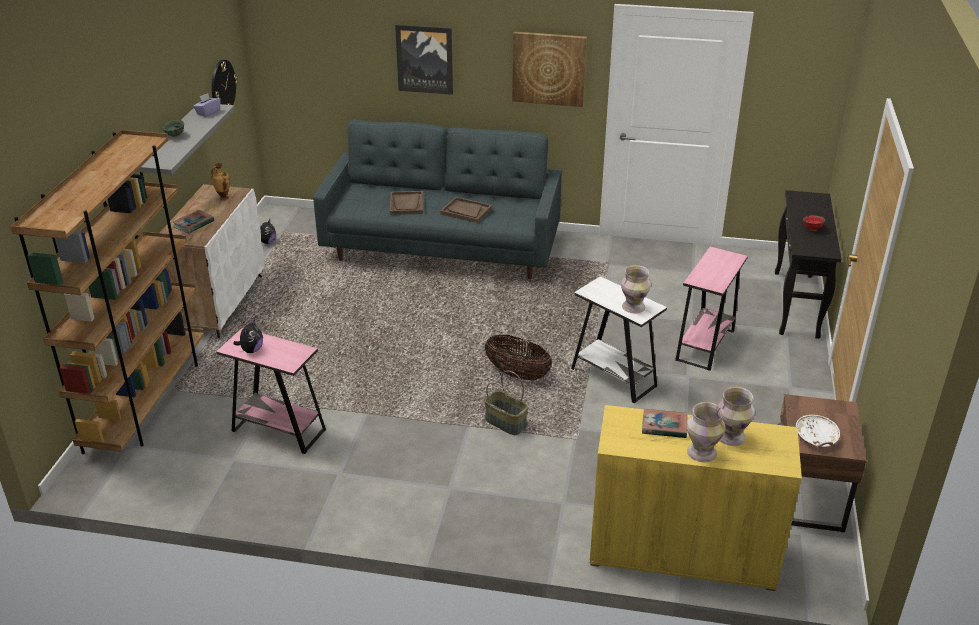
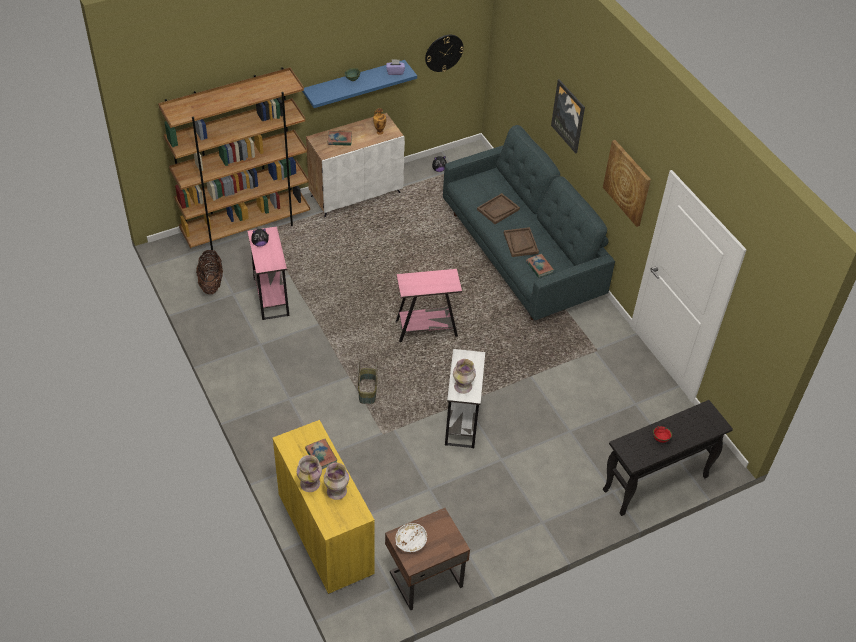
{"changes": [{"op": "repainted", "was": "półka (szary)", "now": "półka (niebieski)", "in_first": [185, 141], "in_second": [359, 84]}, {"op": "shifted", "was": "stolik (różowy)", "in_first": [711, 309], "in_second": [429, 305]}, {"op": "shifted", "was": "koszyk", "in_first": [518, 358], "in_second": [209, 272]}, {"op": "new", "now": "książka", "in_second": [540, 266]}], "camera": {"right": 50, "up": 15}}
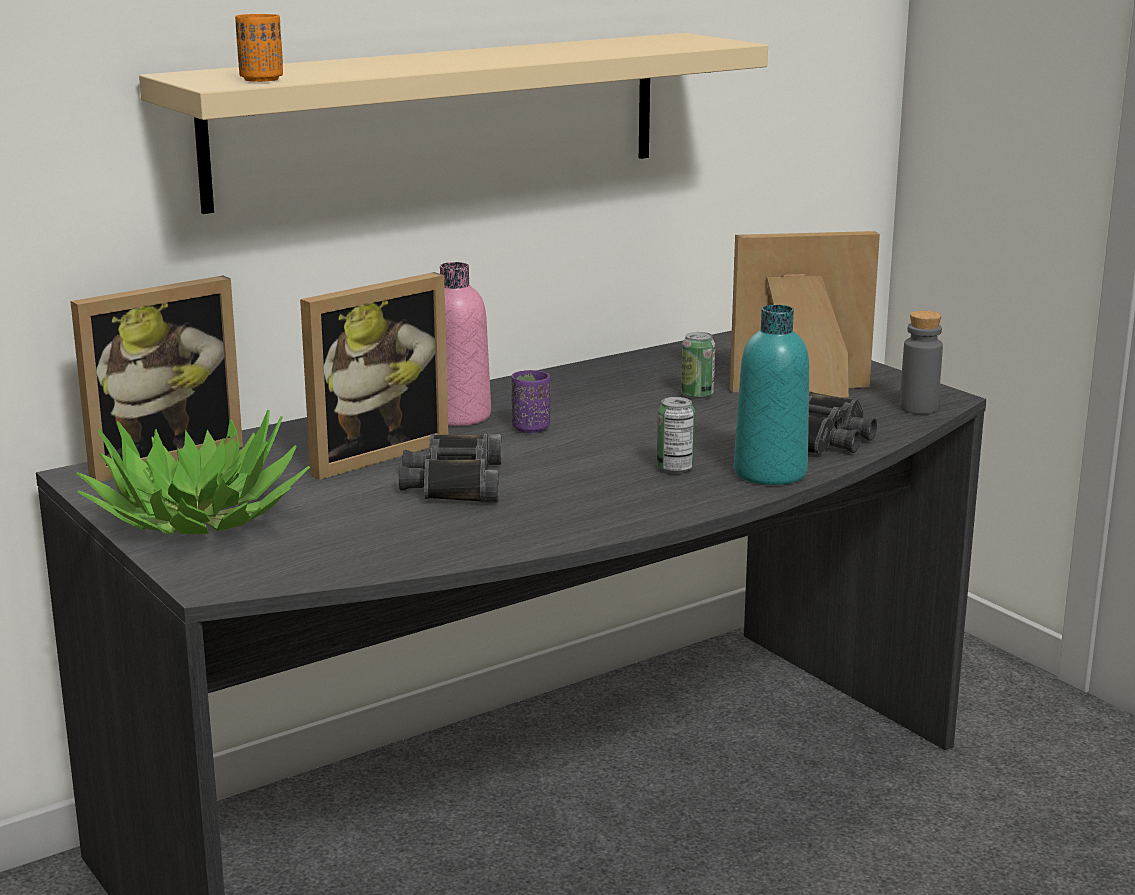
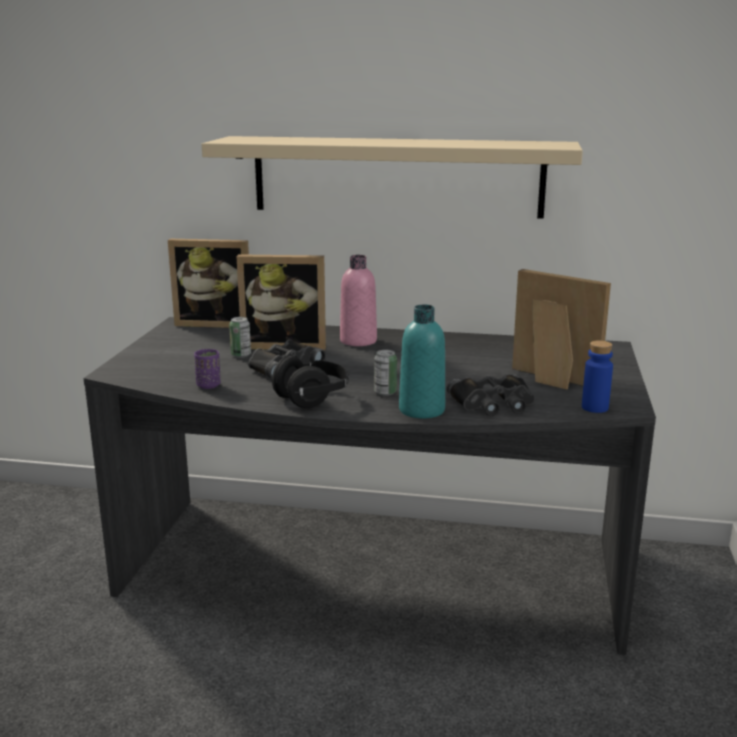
{"changes": [{"op": "gone", "was": "filiżanka (pomarańczowy)", "in_first": [259, 48]}, {"op": "repainted", "was": "butelka (szary)", "now": "butelka (niebieski)", "in_first": [921, 362], "in_second": [597, 376]}, {"op": "shifted", "was": "puszka", "in_first": [698, 365], "in_second": [240, 337]}, {"op": "shifted", "was": "filiżanka (fioletowy)", "in_first": [530, 401], "in_second": [207, 369]}, {"op": "gone", "was": "roślina doniczkowa", "in_first": [193, 472]}, {"op": "new", "now": "słuchawki (czarny)", "in_second": [310, 382]}], "camera": {"right": 45, "up": 0}}
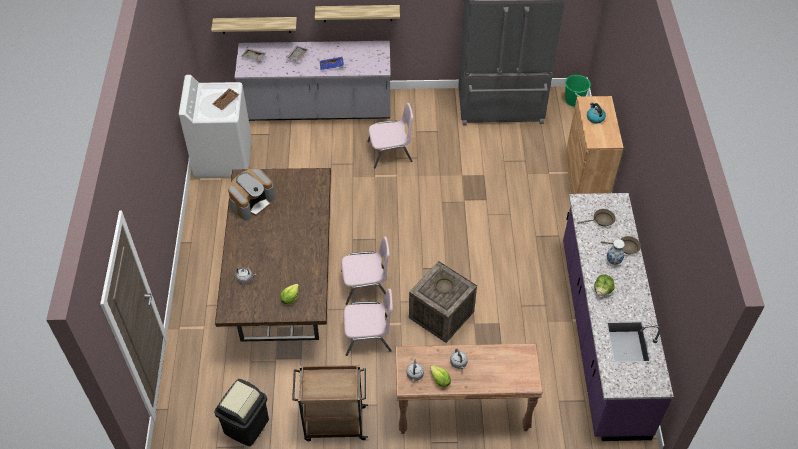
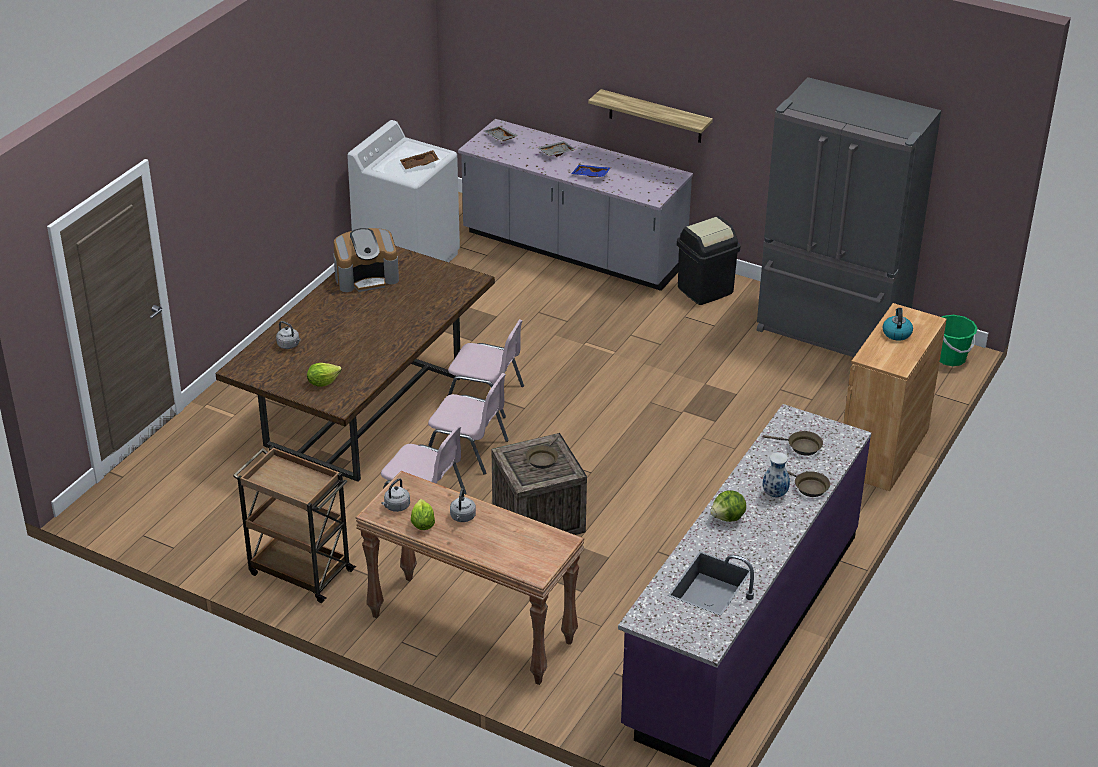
{"changes": [{"op": "gone", "was": "półka", "in_first": [254, 25]}, {"op": "shifted", "was": "krzesło (różowy)", "in_first": [390, 135], "in_second": [486, 368]}, {"op": "shifted", "was": "kosz na śmieci (czarny)", "in_first": [241, 413], "in_second": [709, 260]}], "camera": {"right": 30, "up": -15}}
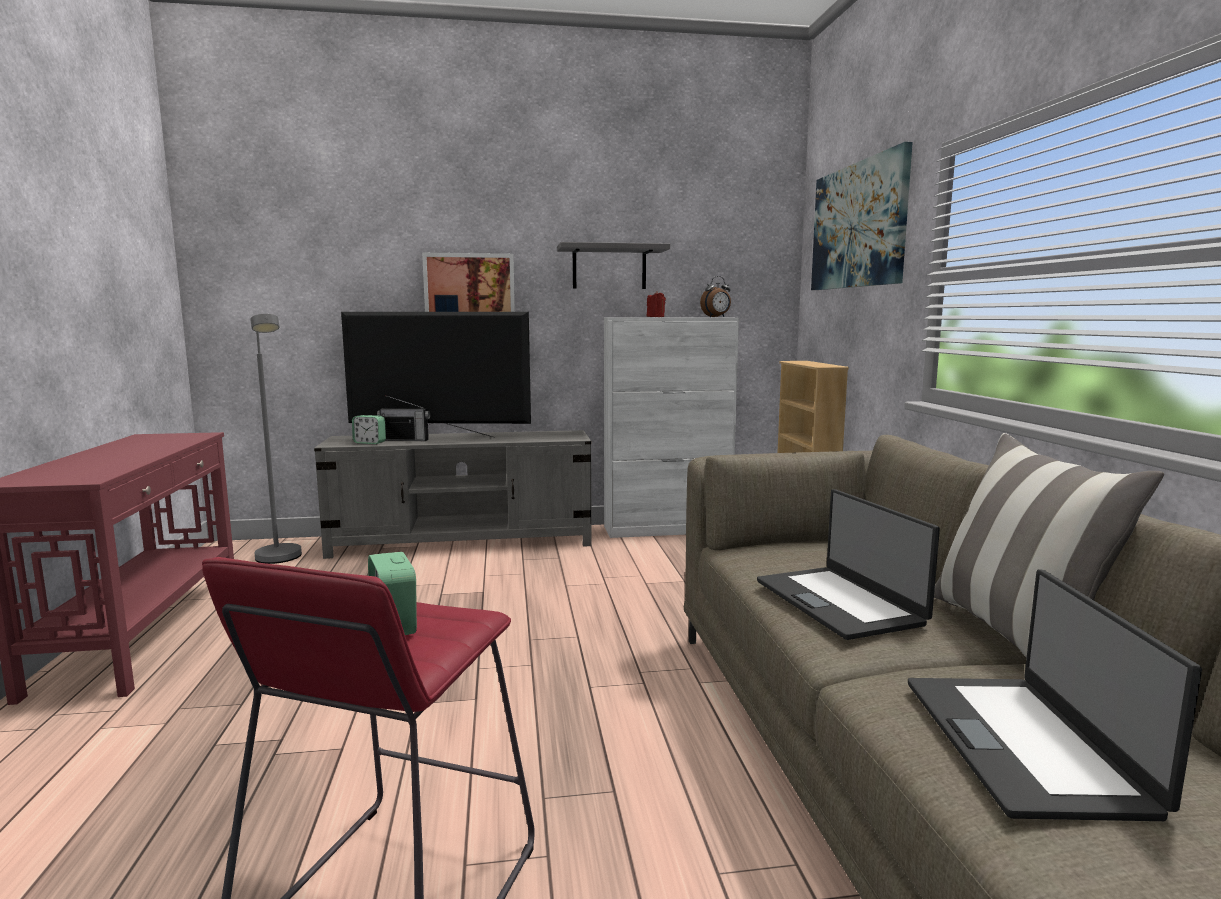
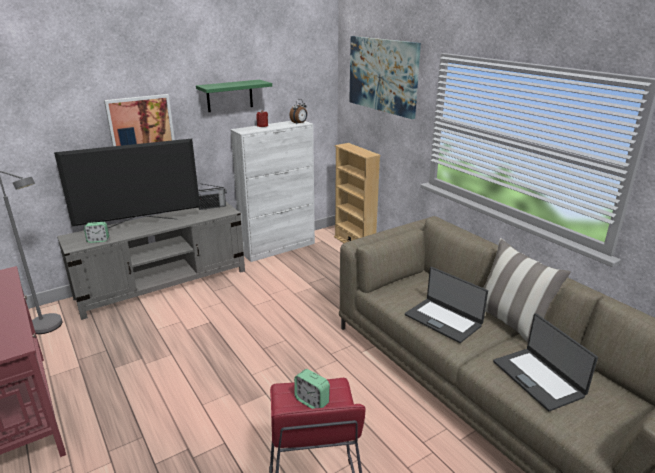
{"changes": [{"op": "repainted", "was": "półka (szary)", "now": "półka (zielony)", "in_first": [613, 265], "in_second": [234, 96]}, {"op": "shifted", "was": "radio", "in_first": [403, 418], "in_second": [212, 196]}], "camera": {"right": -25, "up": 15}}
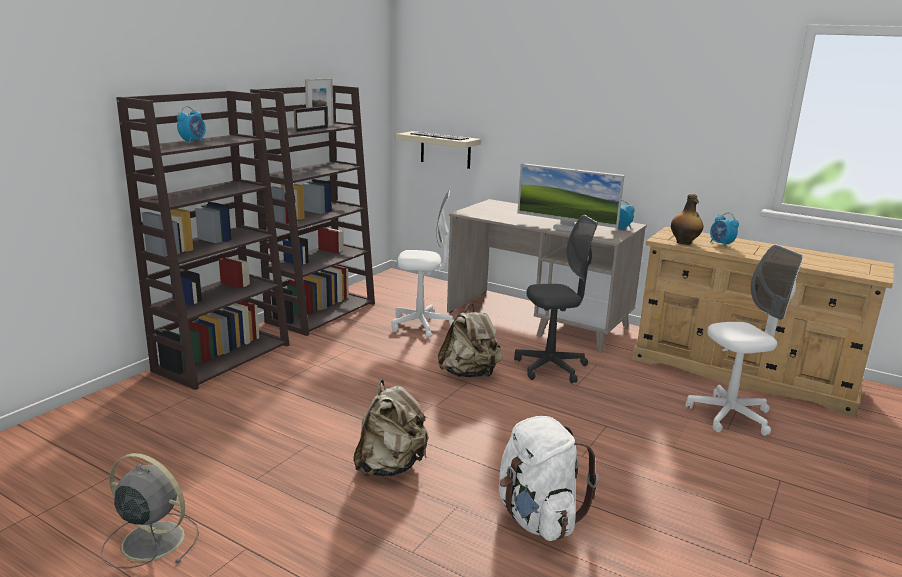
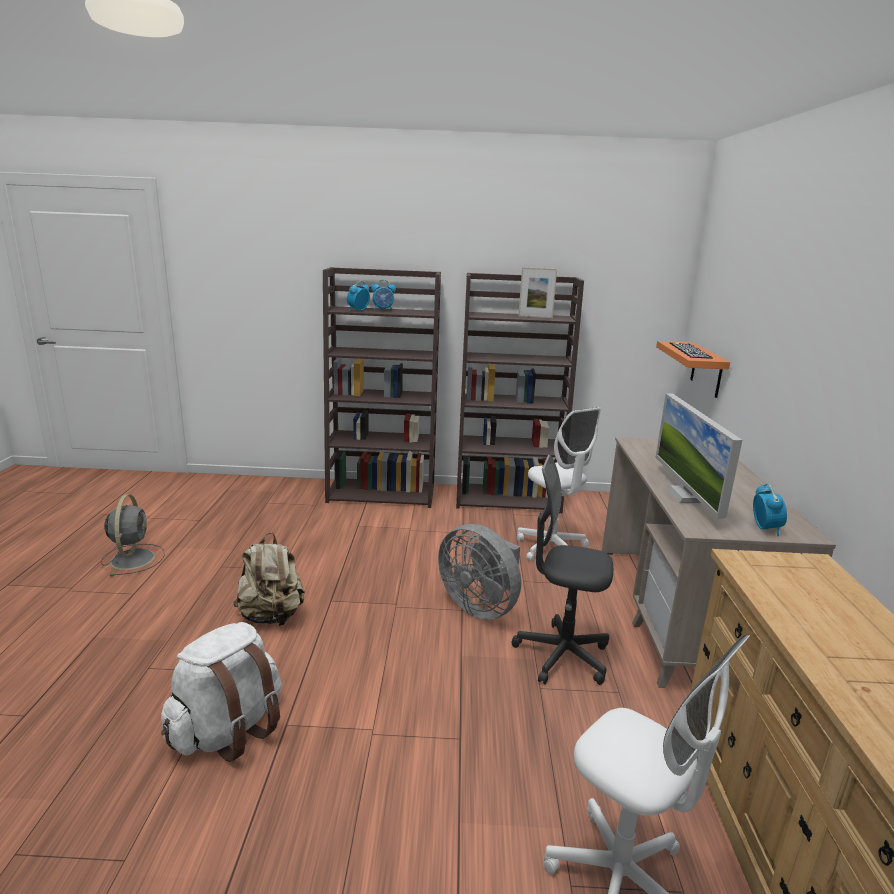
{"changes": [{"op": "gone", "was": "ramka na zdjęcie", "in_first": [311, 119]}, {"op": "repainted", "was": "półka (beżowy)", "now": "półka (pomarańczowy)", "in_first": [438, 150], "in_second": [693, 369]}, {"op": "gone", "was": "butelka", "in_first": [687, 219]}, {"op": "shifted", "was": "budzik", "in_first": [724, 230], "in_second": [358, 296]}, {"op": "rotated", "was": "krzesło biurowe (szary)", "in_first": [556, 299], "in_second": [562, 570], "clockwise": 150}, {"op": "swapped", "was": "plecak (beżowy)", "now": "wentylator (szary)", "in_first": [470, 340], "in_second": [479, 572]}], "camera": {"right": 60, "up": 0}}
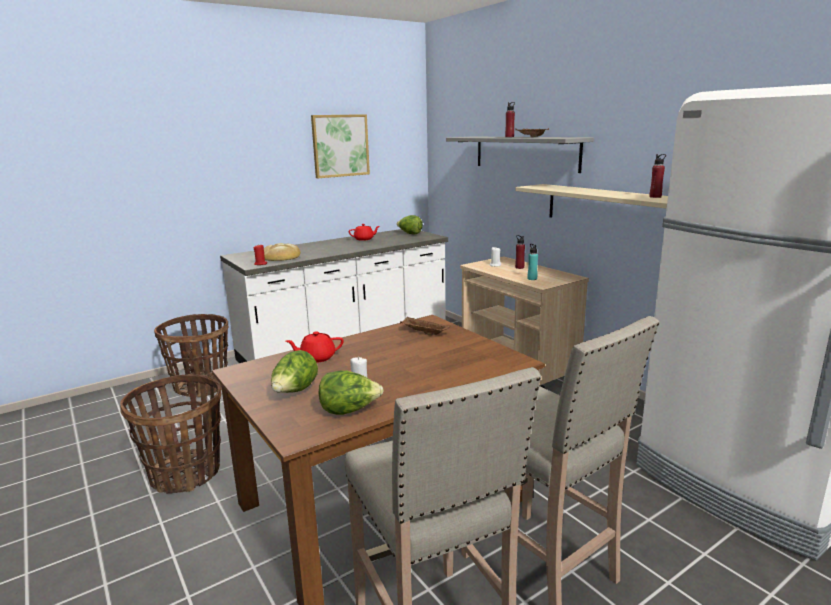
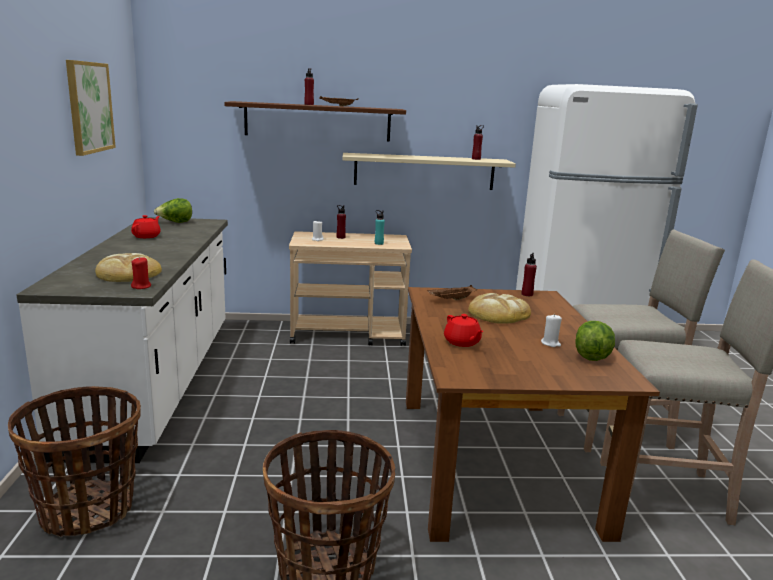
{"changes": [{"op": "repainted", "was": "półka (szary)", "now": "półka (brązowy)", "in_first": [520, 155], "in_second": [315, 121]}, {"op": "rotated", "was": "imbryk (czerwony)", "in_first": [315, 347], "in_second": [463, 330], "clockwise": -45}, {"op": "gone", "was": "sałata", "in_first": [294, 371]}, {"op": "new", "now": "butelka (czerwony)", "in_second": [529, 274]}, {"op": "new", "now": "chleb", "in_second": [499, 308]}], "camera": {"right": -60, "up": 0}}
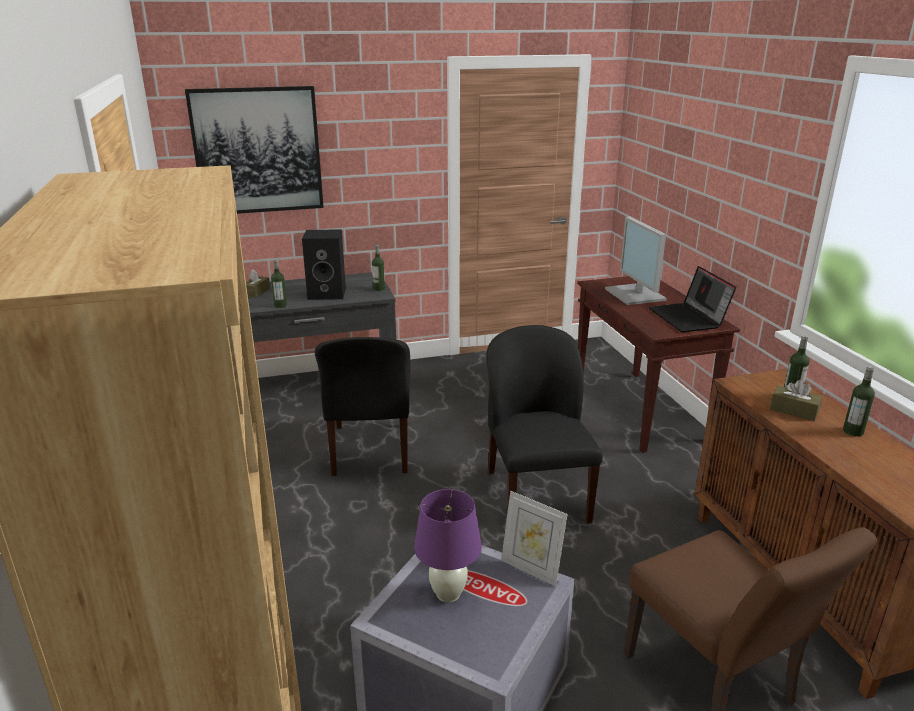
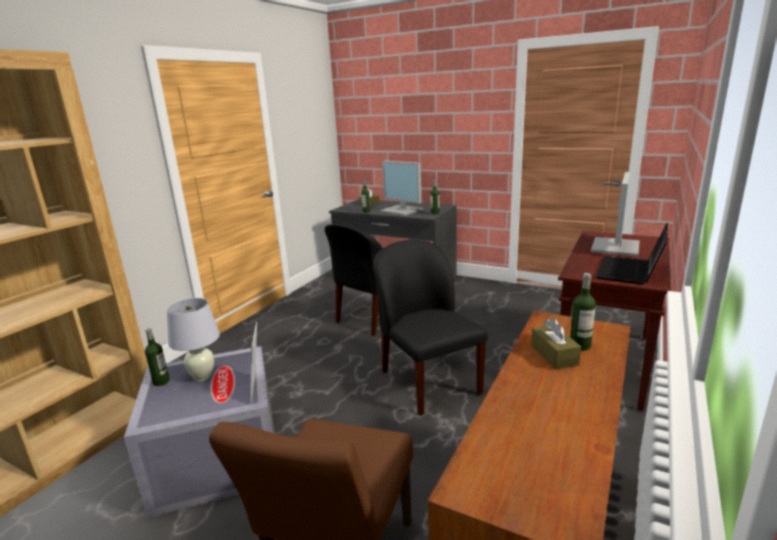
{"changes": [{"op": "gone", "was": "obraz", "in_first": [254, 150]}, {"op": "swapped", "was": "głośnik (czarny)", "now": "monitor", "in_first": [324, 264], "in_second": [401, 188]}, {"op": "rotated", "was": "krzesło (czarny)", "in_first": [545, 424], "in_second": [430, 327], "clockwise": -60}, {"op": "shifted", "was": "butelka", "in_first": [859, 401], "in_second": [157, 357]}, {"op": "repainted", "was": "lampa stołowa (fioletowy)", "now": "lampa stołowa (biały)", "in_first": [448, 546], "in_second": [193, 339]}], "camera": {"right": 45, "up": -5}}
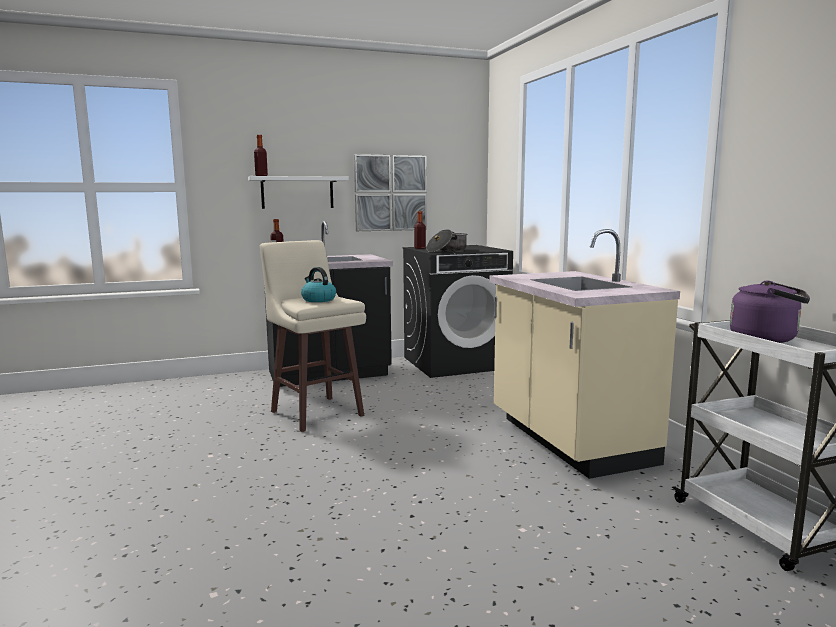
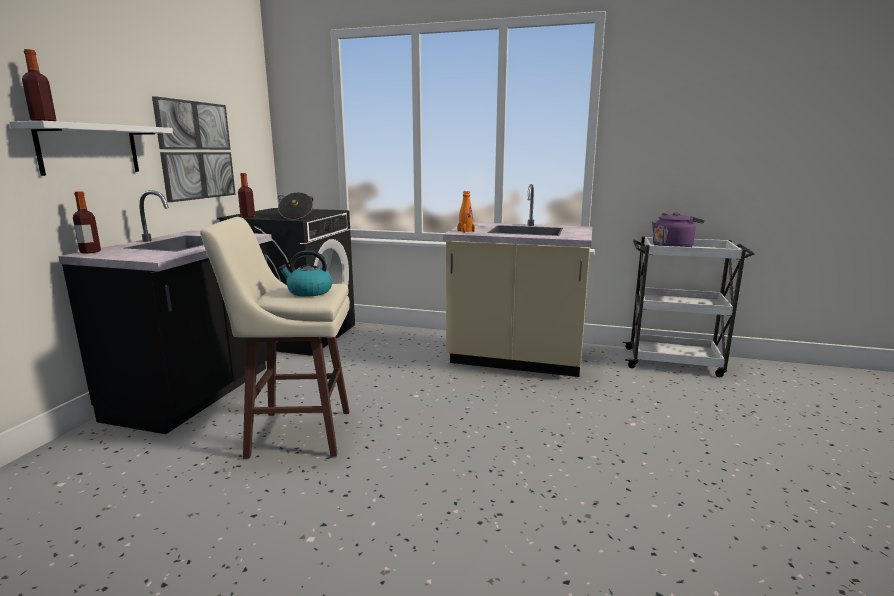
{"changes": [{"op": "new", "now": "butelka (pomarańczowy)", "in_second": [466, 212]}], "camera": {"right": -55, "up": 5}}
